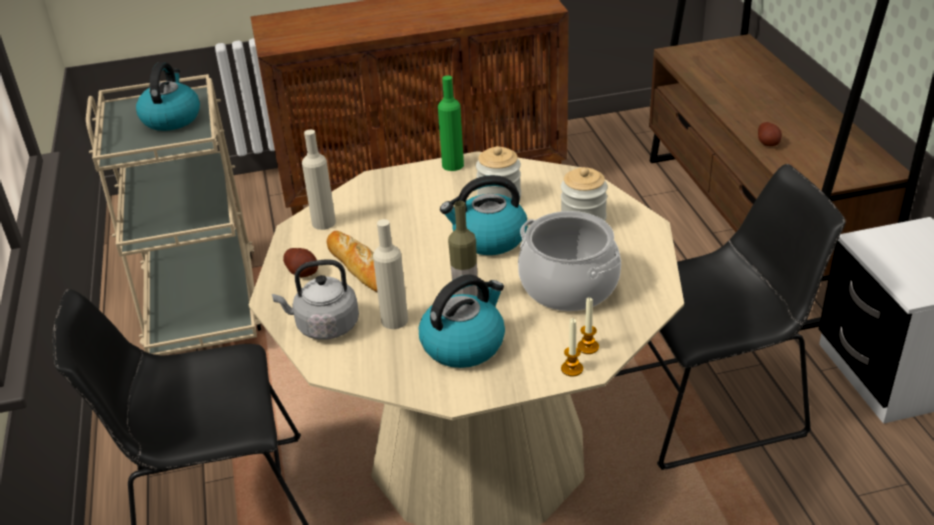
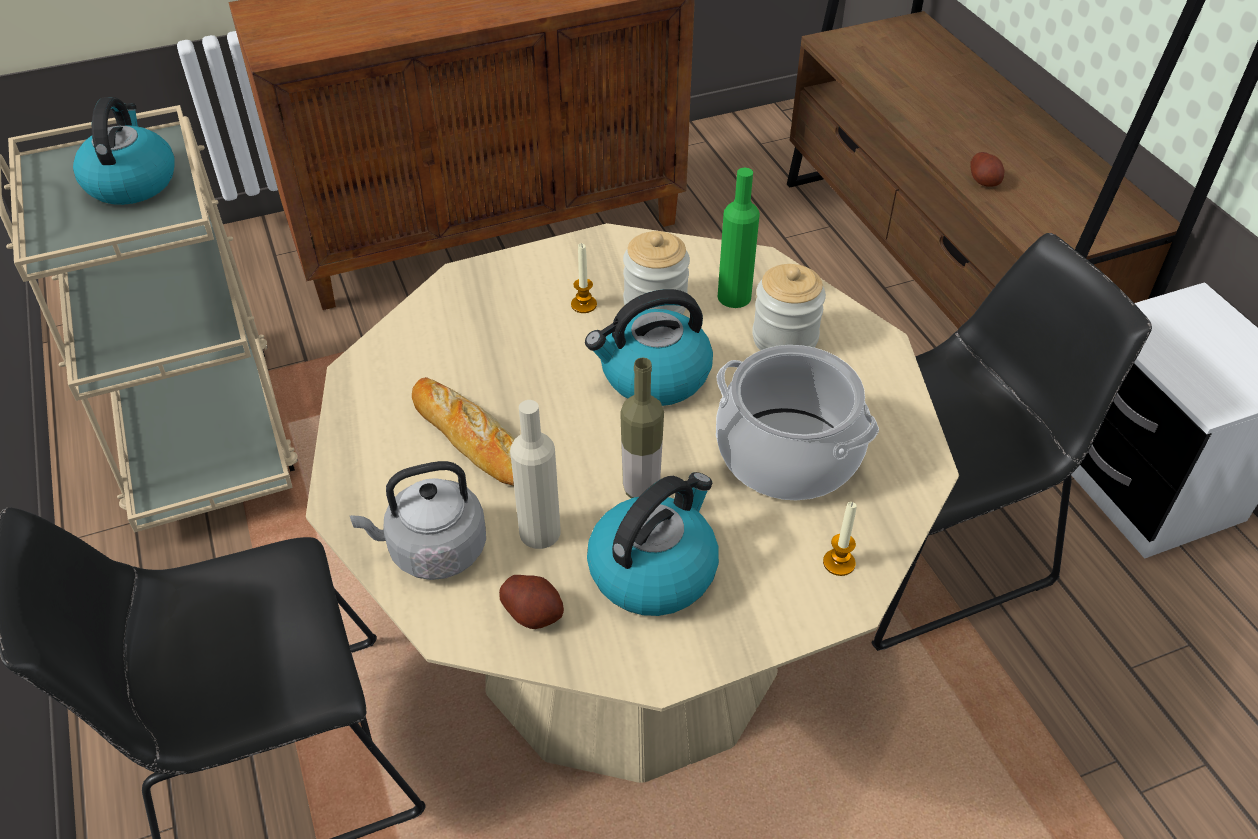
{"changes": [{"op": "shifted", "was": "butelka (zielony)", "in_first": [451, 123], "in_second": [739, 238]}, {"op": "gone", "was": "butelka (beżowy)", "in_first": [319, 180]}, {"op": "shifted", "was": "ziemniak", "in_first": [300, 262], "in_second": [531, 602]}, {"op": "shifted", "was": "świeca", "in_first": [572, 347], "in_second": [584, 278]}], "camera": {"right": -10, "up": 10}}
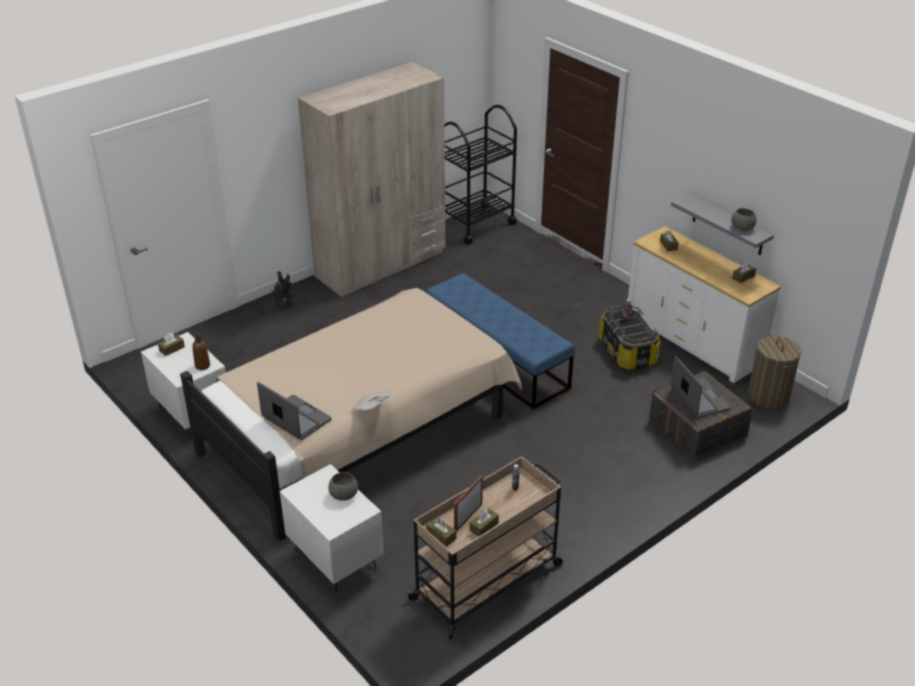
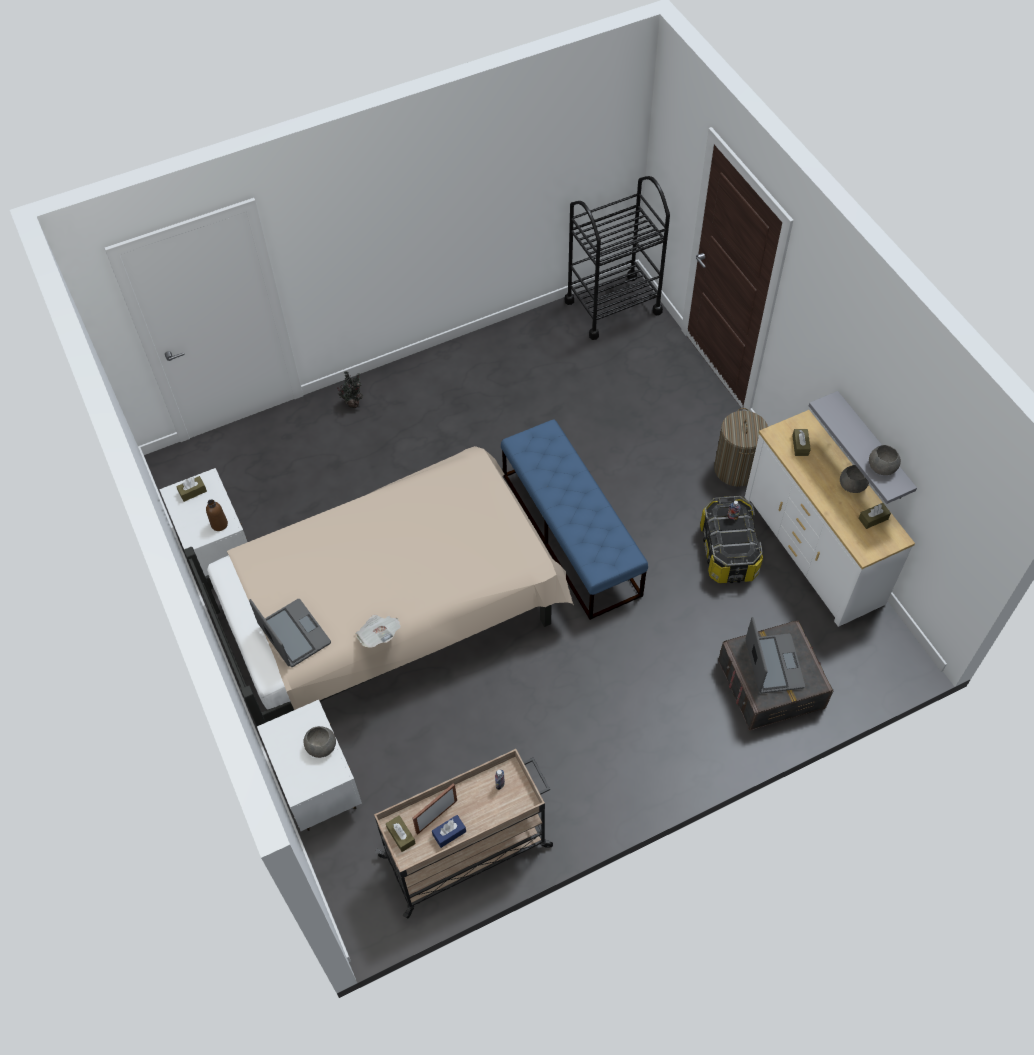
{"changes": [{"op": "gone", "was": "szafa (beżowy)", "in_first": [371, 179]}, {"op": "shifted", "was": "kosz na pranie", "in_first": [774, 372], "in_second": [741, 447]}, {"op": "repainted", "was": "pudełko chusteczek (brązowy)", "now": "pudełko chusteczek (niebieski)", "in_first": [484, 522], "in_second": [449, 831]}, {"op": "new", "now": "miska (szary)", "in_second": [854, 479]}], "camera": {"right": 15, "up": 20}}
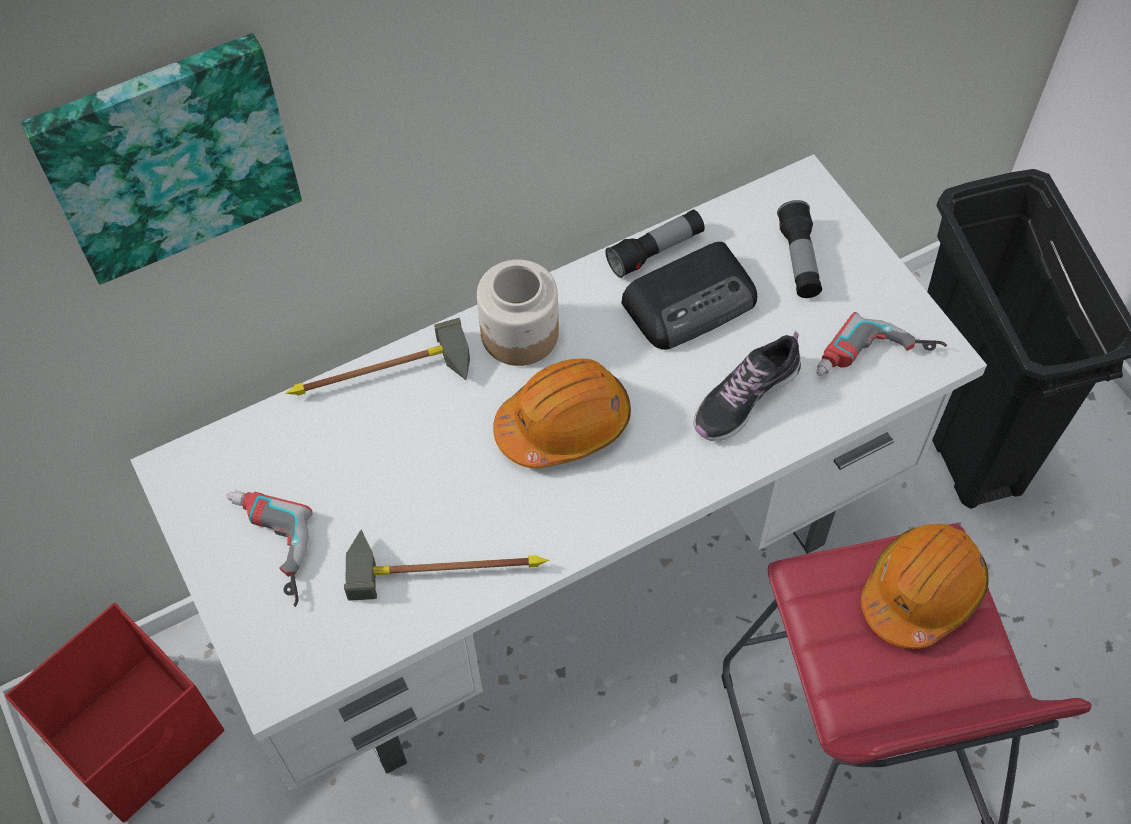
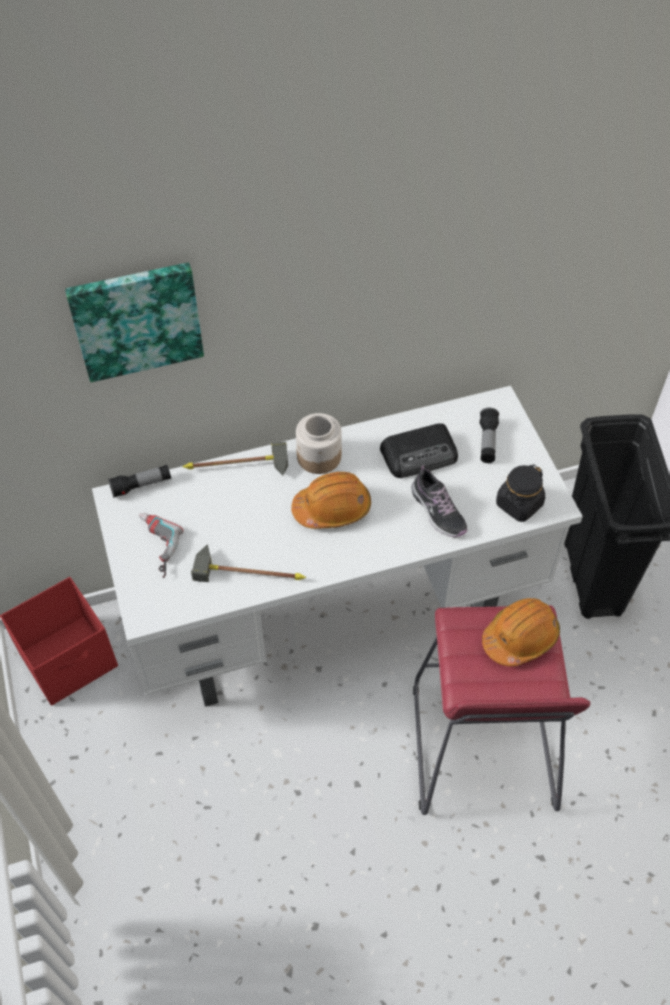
{"changes": [{"op": "shifted", "was": "latarka", "in_first": [655, 243], "in_second": [139, 481]}, {"op": "swapped", "was": "wiertarka", "now": "słoik (czarny)", "in_first": [882, 344], "in_second": [520, 493]}, {"op": "rotated", "was": "but", "in_first": [747, 386], "in_second": [440, 501], "clockwise": -90}], "camera": {"right": 10, "up": -5}}
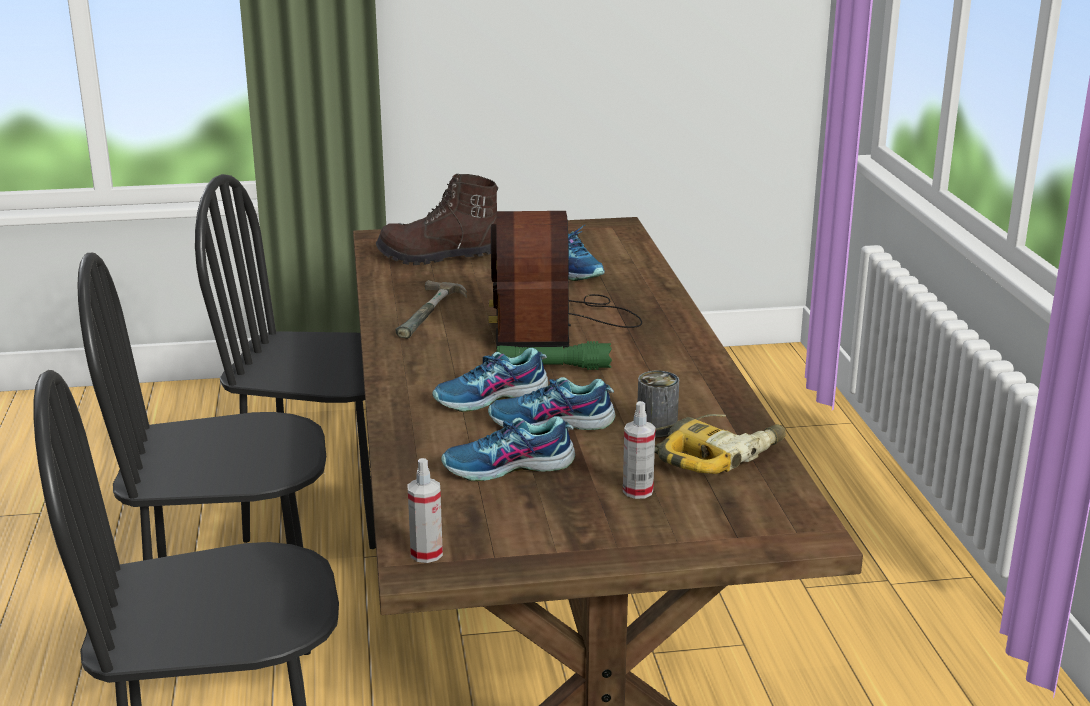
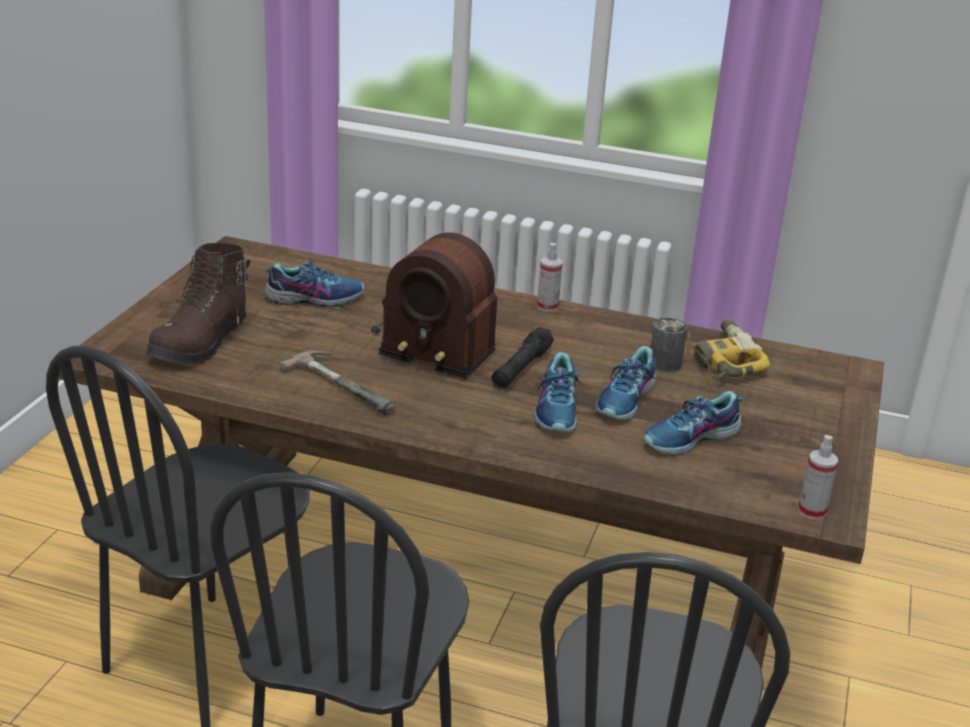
{"changes": [{"op": "repainted", "was": "latarka (zielony)", "now": "latarka (czarny)", "in_first": [554, 355], "in_second": [522, 358]}, {"op": "shifted", "was": "spryskiwacz", "in_first": [639, 450], "in_second": [550, 277]}, {"op": "rotated", "was": "but", "in_first": [508, 448], "in_second": [693, 423], "clockwise": 45}], "camera": {"right": -65, "up": 5}}
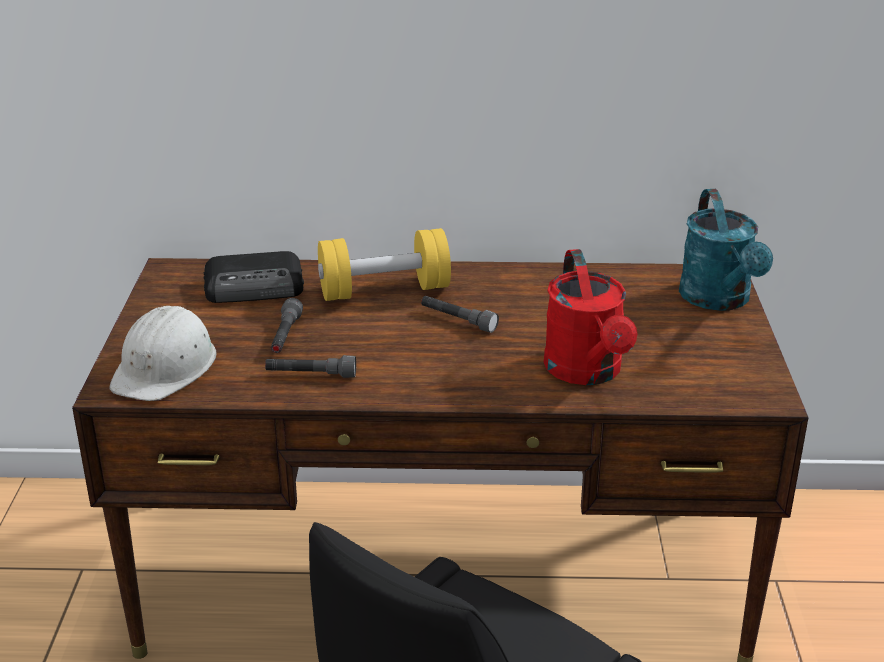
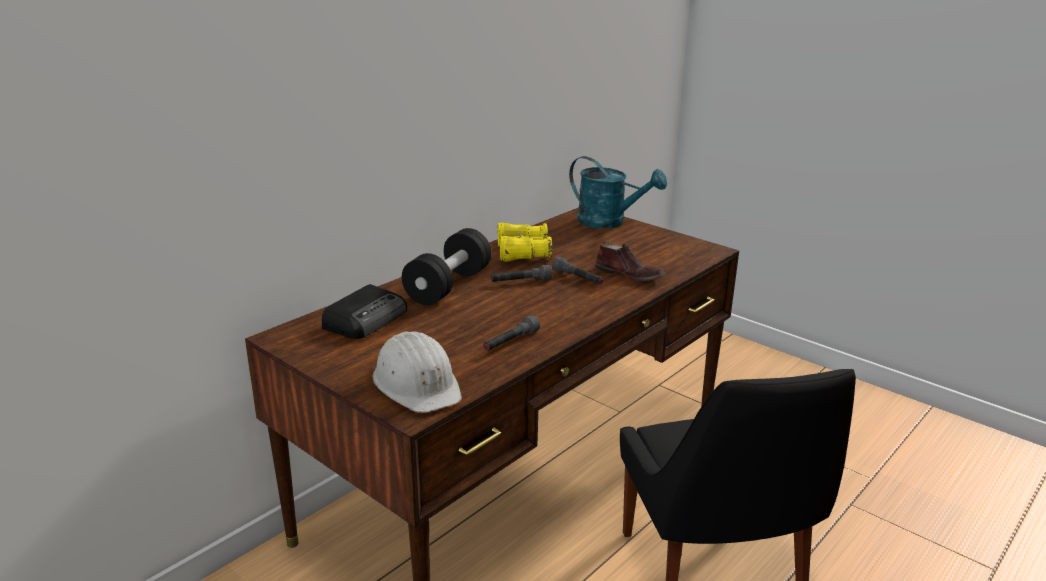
{"changes": [{"op": "repainted", "was": "hantel (żółty)", "now": "hantel (czarny)", "in_first": [384, 264], "in_second": [446, 266]}, {"op": "swapped", "was": "konewka (czerwony)", "now": "but (brązowy)", "in_first": [590, 317], "in_second": [630, 261]}, {"op": "shifted", "was": "latarka (szary)", "in_first": [287, 325], "in_second": [578, 271]}, {"op": "new", "now": "lornetka (żółty)", "in_second": [525, 242]}], "camera": {"right": -50, "up": -5}}
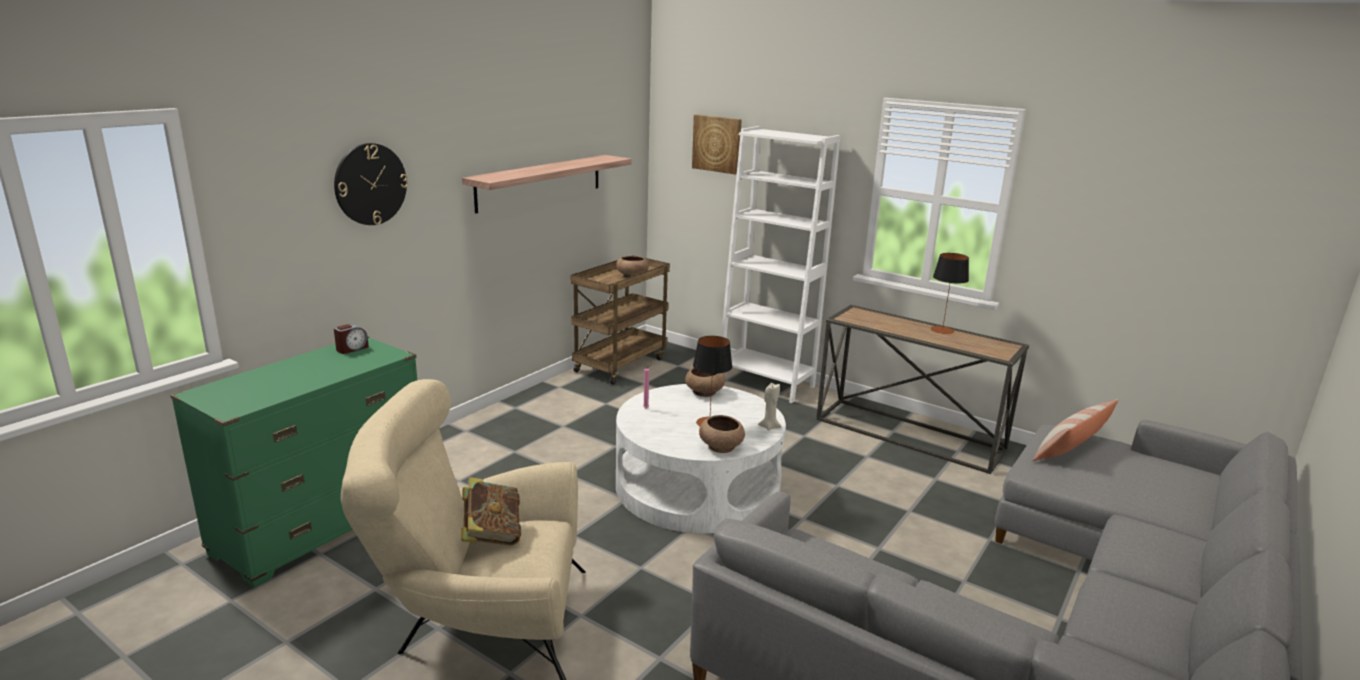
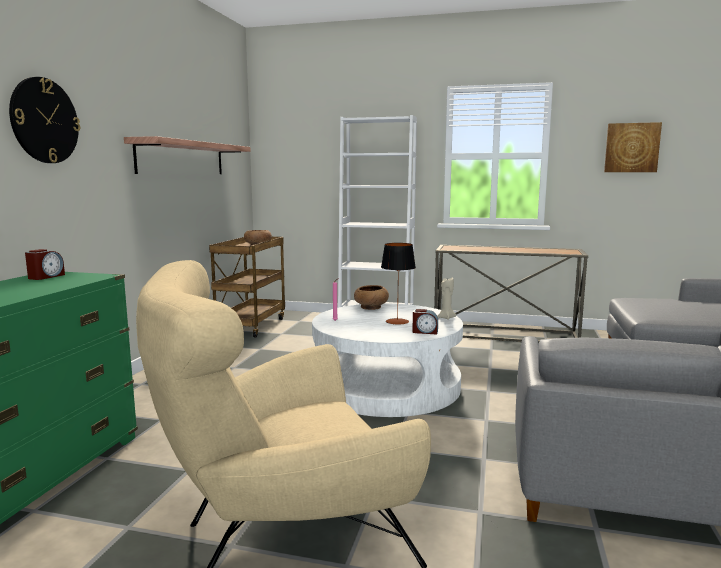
{"changes": [{"op": "shifted", "was": "obraz", "in_first": [717, 145], "in_second": [633, 147]}, {"op": "gone", "was": "lampa stołowa", "in_first": [950, 293]}, {"op": "gone", "was": "poduszka", "in_first": [1075, 430]}, {"op": "swapped", "was": "miska (brązowy)", "now": "budzik", "in_first": [722, 434], "in_second": [425, 322]}, {"op": "gone", "was": "książka", "in_first": [491, 511]}], "camera": {"right": -20, "up": -10}}
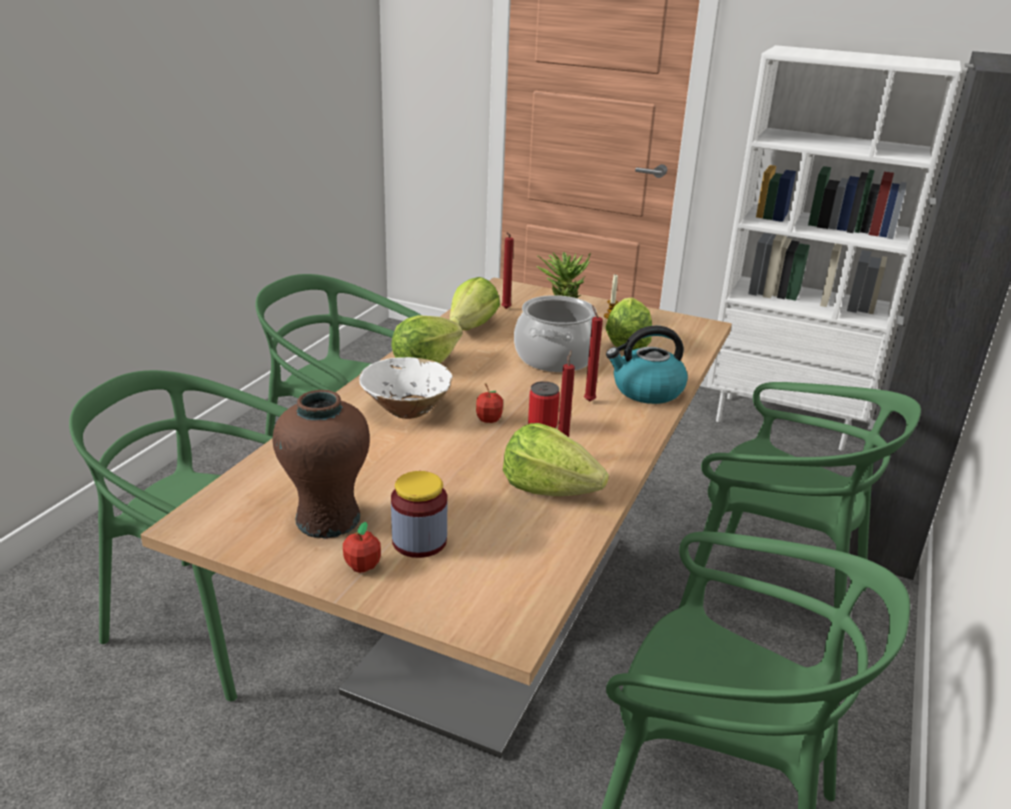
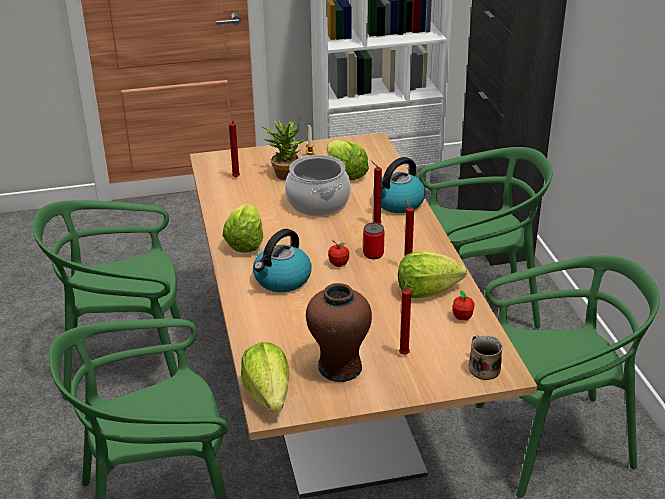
{"changes": [{"op": "shifted", "was": "sałata", "in_first": [474, 303], "in_second": [265, 377]}, {"op": "swapped", "was": "miska (biały)", "now": "czajnik", "in_first": [406, 388], "in_second": [282, 260]}, {"op": "swapped", "was": "słoik", "now": "świeca (czerwony)", "in_first": [419, 514], "in_second": [405, 317]}, {"op": "shifted", "was": "jabłko", "in_first": [362, 547], "in_second": [463, 306]}, {"op": "new", "now": "kubek", "in_second": [486, 357]}], "camera": {"right": -35, "up": 5}}
